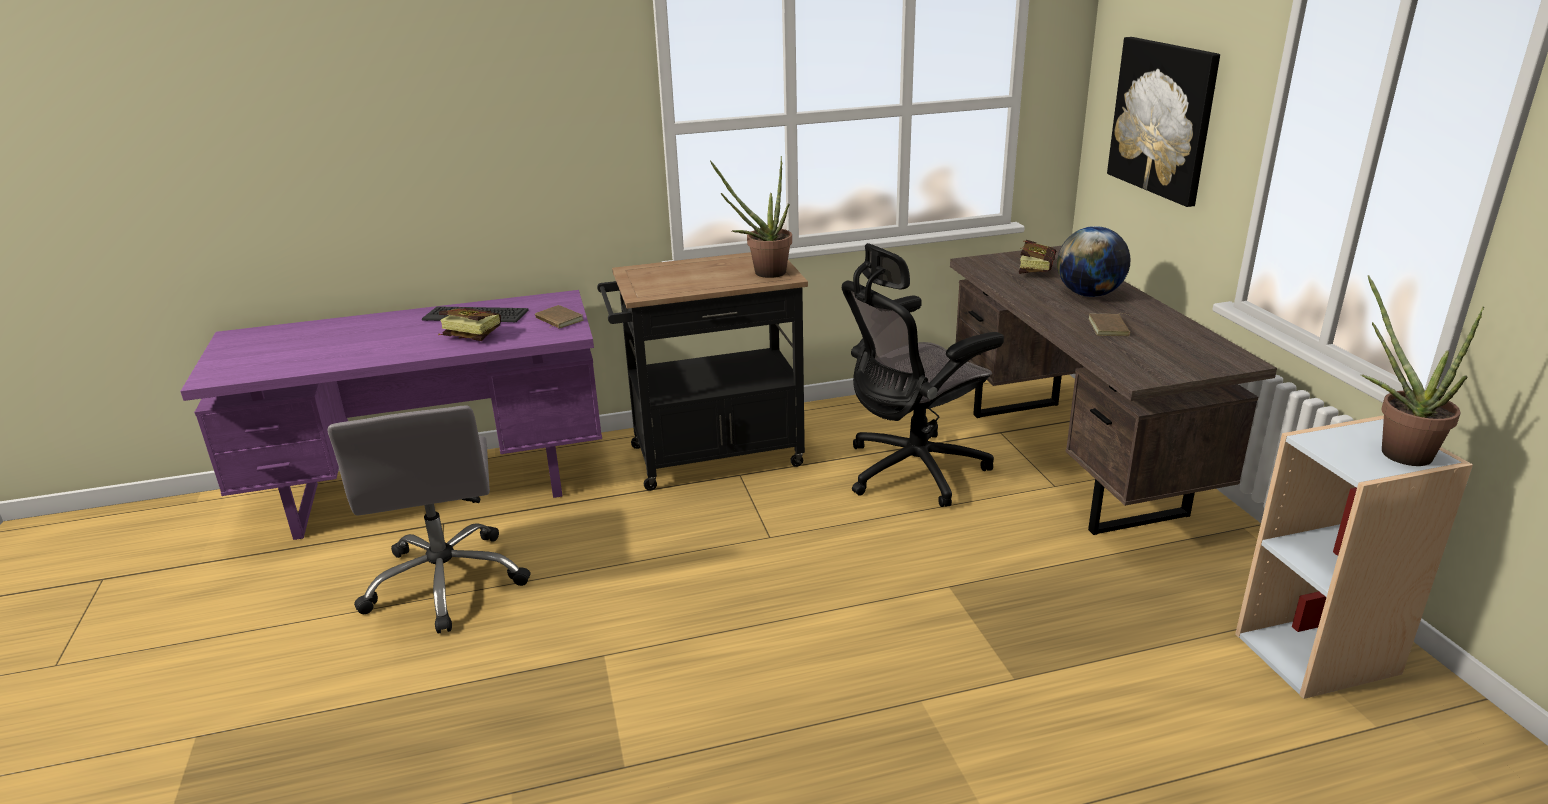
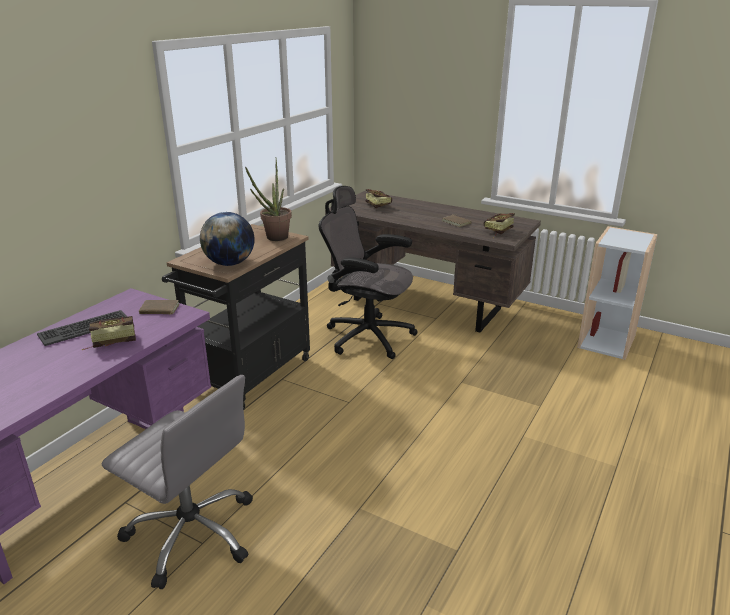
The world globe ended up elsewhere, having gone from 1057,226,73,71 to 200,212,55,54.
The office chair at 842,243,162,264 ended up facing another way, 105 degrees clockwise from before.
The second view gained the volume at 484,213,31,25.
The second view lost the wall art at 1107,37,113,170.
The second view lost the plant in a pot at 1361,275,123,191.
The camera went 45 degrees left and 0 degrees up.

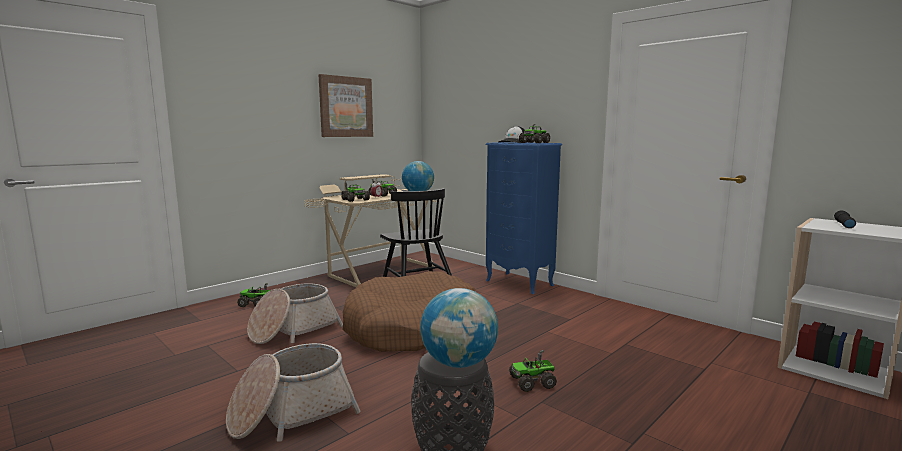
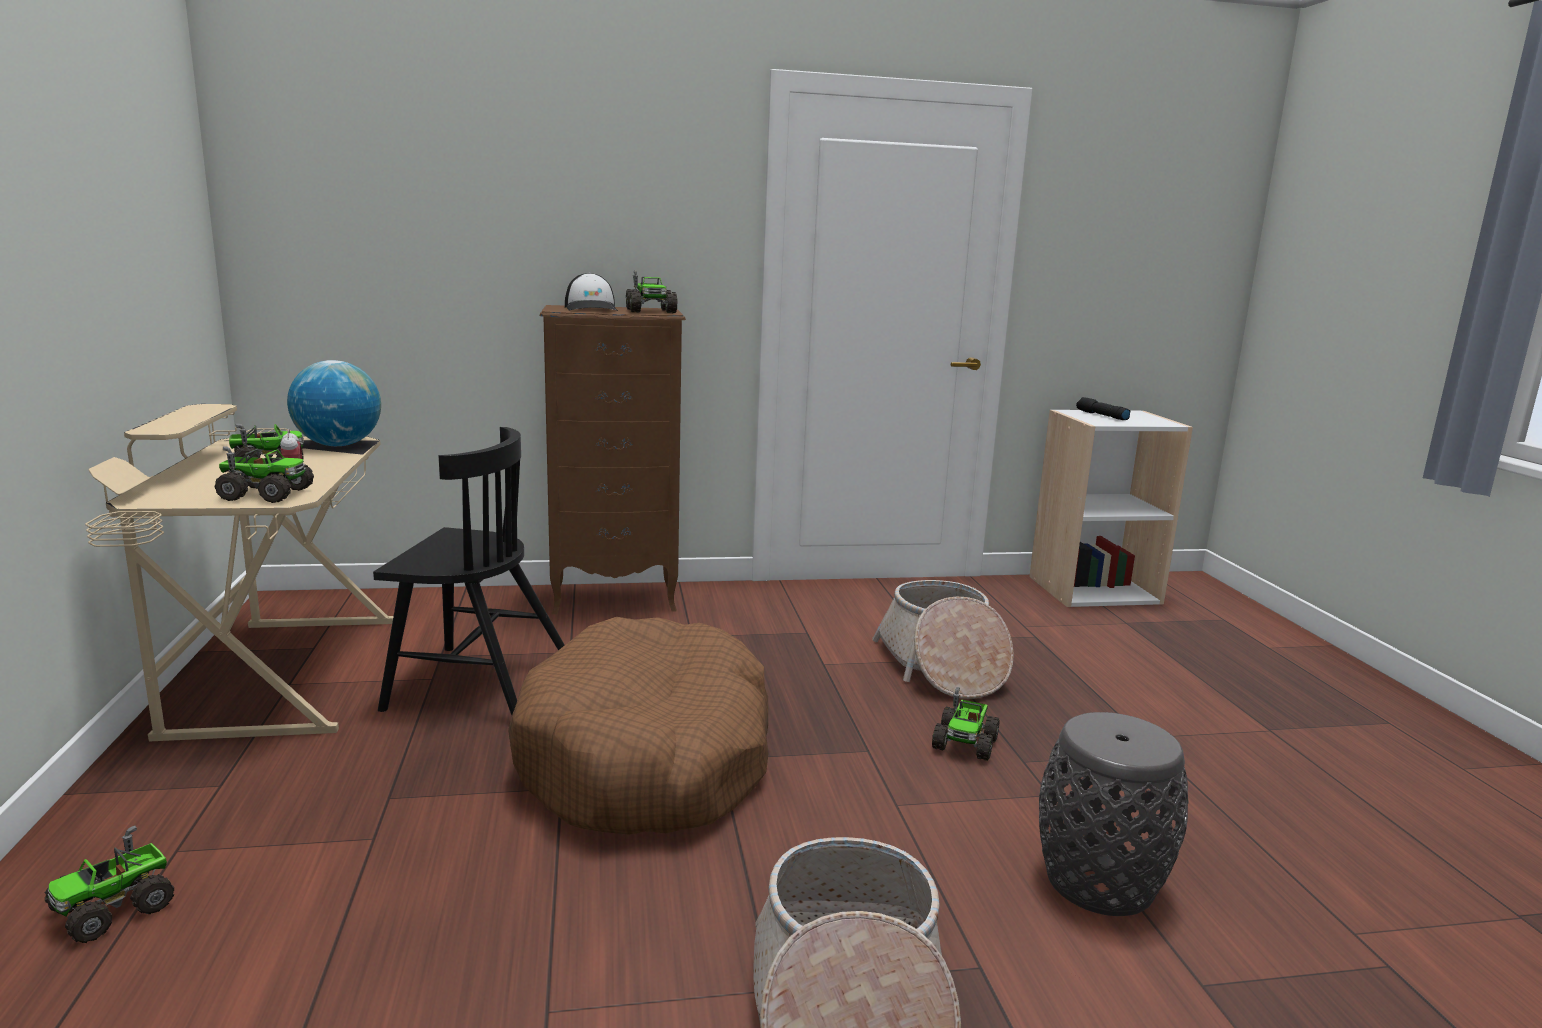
What was the bluish dresser at 486,142,76,152 turned into the brownish dresser at 540,305,146,310.
The basket ended up elsewhere, having gone from 247,283,96,61 to 872,580,142,119.
The second view lost the wall art at 319,74,54,63.
The second view lost the world globe at 420,288,78,80.
The camera went 55 degrees left and 5 degrees up.

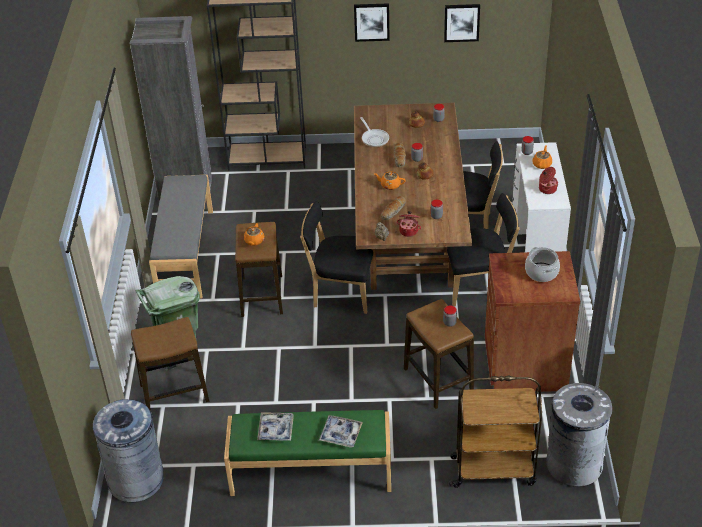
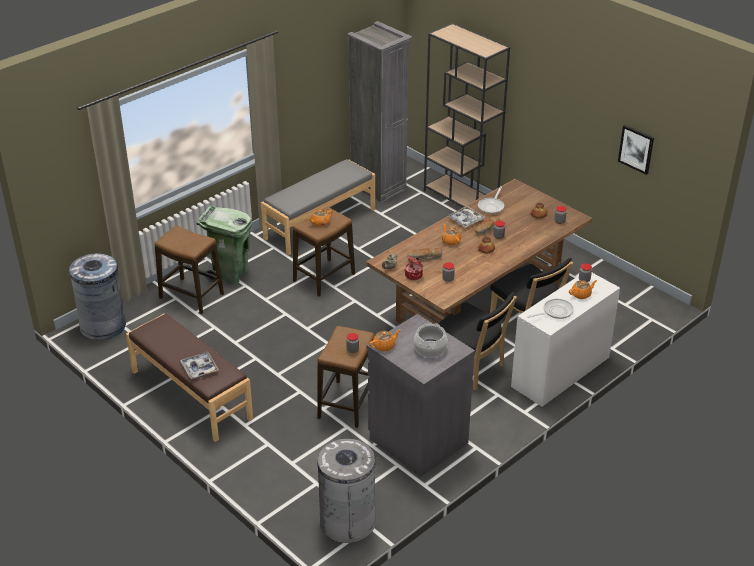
What was the green-coloured long seat at 224,410,167,86 turned into the brownish long seat at 126,313,127,129.
What was the brownish dresser at 485,251,95,141 turned into the greyish dresser at 366,314,109,163.
The second view gained the orange pot for tea at 369,329,31,22.
The tray ended up elsewhere, having gone from 257,412,37,29 to 448,206,37,22.
Where the stockpot stood at 539,167,19,27, the frying pan came to stand at 527,299,47,20.
The second view lost the black upright chair at 300,201,73,113.
The second view lost the wall art at 354,3,36,39.
The second view lost the brownish wheeled cart at 449,376,93,112.
The camera went 45 degrees right and 5 degrees down.

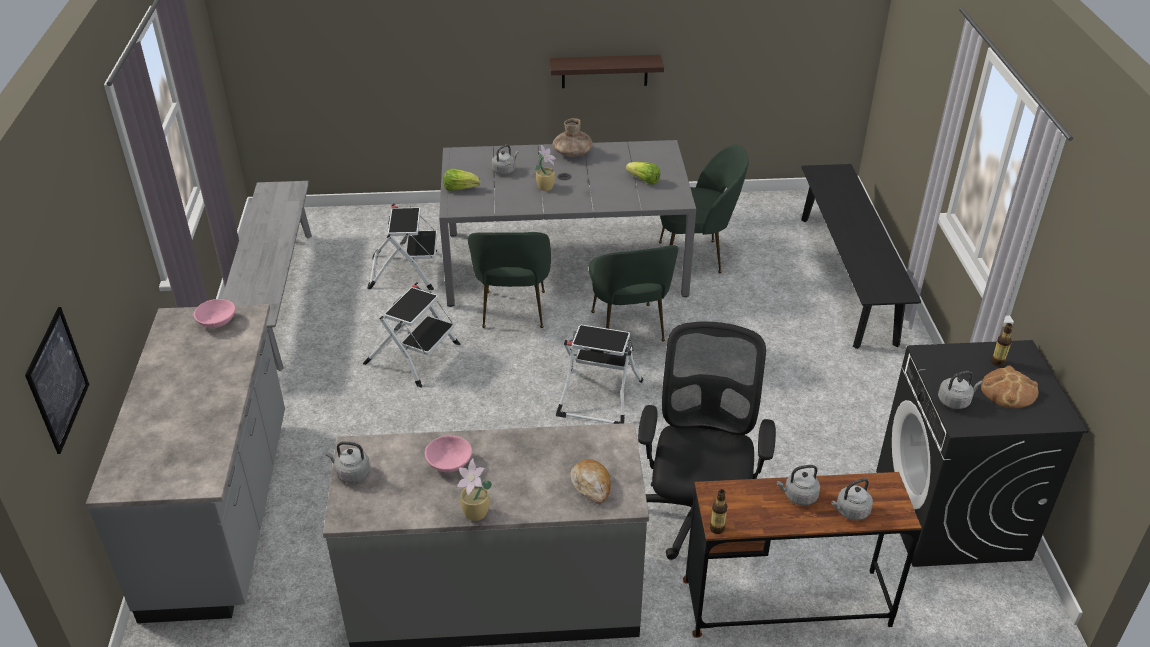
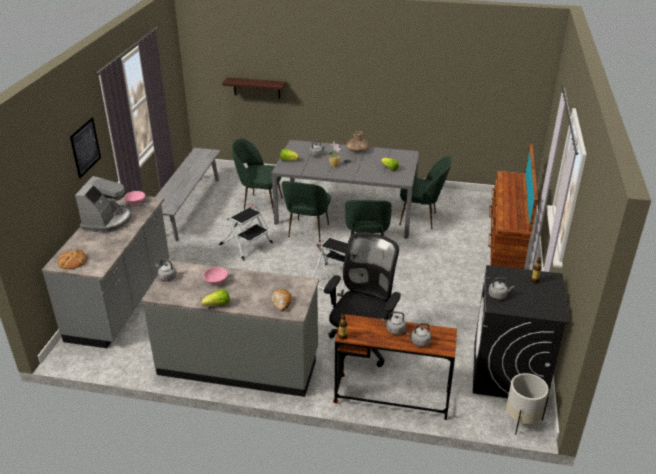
The baked bread ended up elsewhere, having gone from 981,366,58,42 to 58,249,29,20.
The wall art ended up elsewhere, having gone from 25,307,64,147 to 70,117,31,61.
The second view gained the coffee machine at 75,176,57,57.
Where the plant in a pot stood at 457,458,35,63, the lettuce head came to stand at 201,289,29,17.
The bracket shelf ended up elsewhere, having gone from 549,55,115,33 to 222,77,64,22.
Where the step stool stood at 368,203,69,87, the green-coloured upright chair came to stand at 232,139,51,75.
Where the black long seat stood at 801,164,120,185, the brownish dresser came to stand at 489,144,49,125.
The second view gained the white-coloured plant pot at 506,373,43,61.
The camera went 15 degrees right and 5 degrees down.

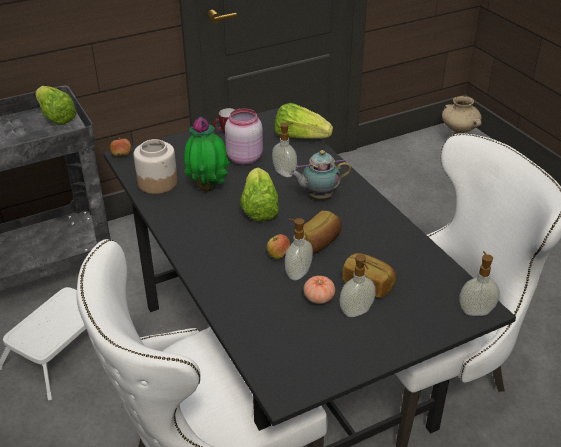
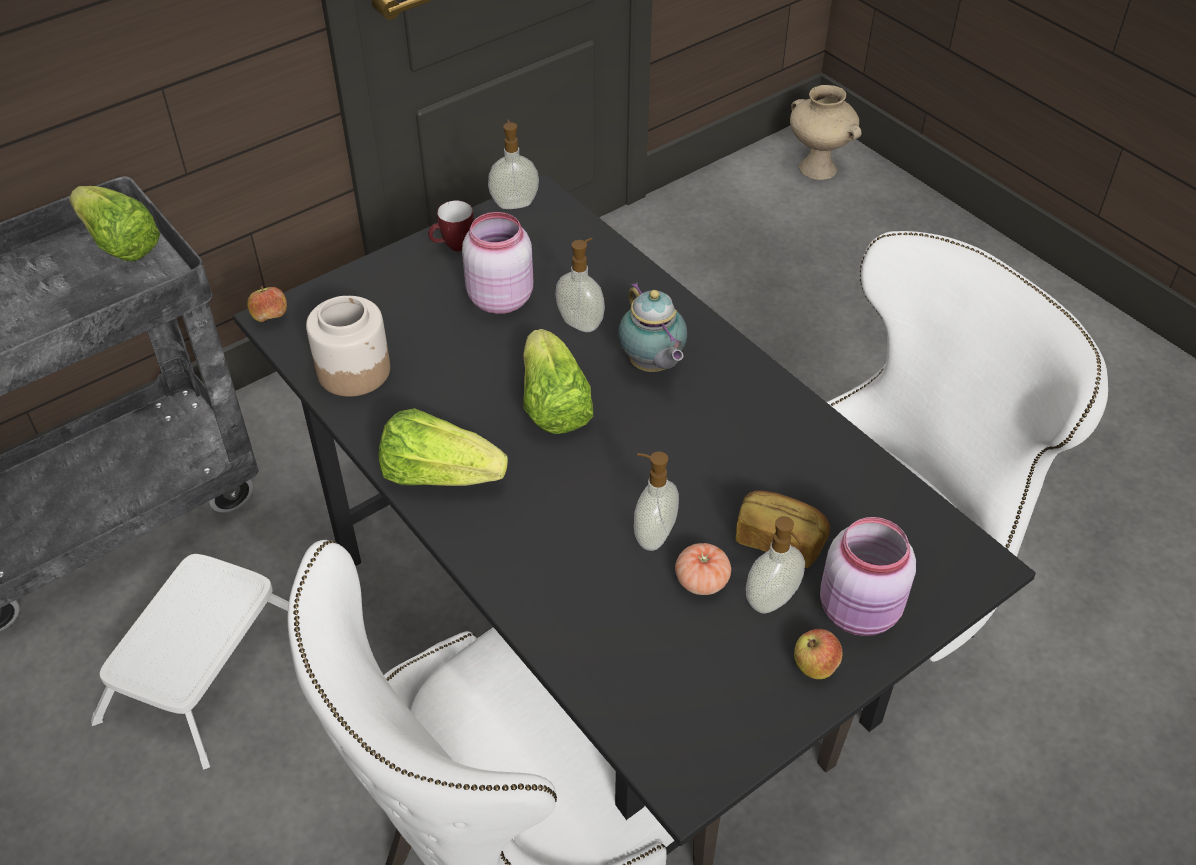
The lettuce head ended up elsewhere, having gone from 274,103,59,36 to 379,408,129,78.
The soap bottle ended up elsewhere, having gone from 460,251,40,65 to 488,120,51,89.
The pot for tea at 289,150,62,49 ended up facing another way, 90 degrees counterclockwise from before.
The apple ended up elsewhere, having gone from 267,234,24,25 to 794,629,48,50.
The second view gained the pink-coloured storage jar at 820,517,96,119.
The second view lost the plant in a pot at 184,117,46,75.
The second view lost the baked bread at 303,211,39,43.
The camera went 10 degrees left and 10 degrees up.

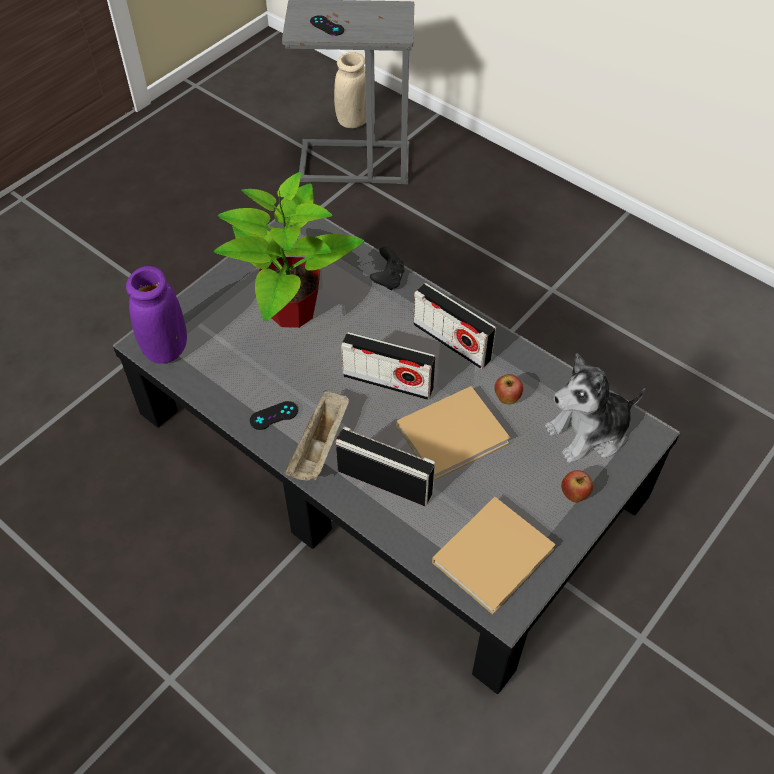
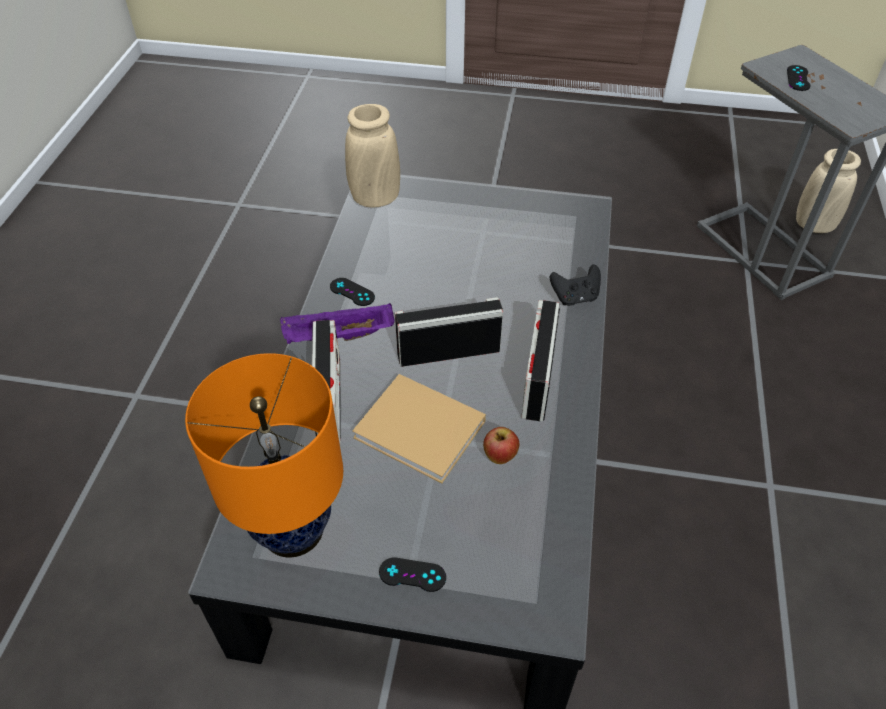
Where the sand-coloured volume stood at 432,497,124,118, the orange tabletop lamp came to stand at 185,353,158,204.
What was the sand-coloured tray at 285,390,64,91 turned into the purple-coloured tray at 280,303,114,41.
What was the purple-coloured decorative vase at 126,266,61,98 turned into the sand-coloured decorative vase at 345,104,55,104.
Where the apple stood at 561,470,32,33, the black game controller came to stand at 379,557,67,35.
The radio set at 341,332,95,68 ended up facing another way, 90 degrees clockwise from before.
The second view lost the plant in a pot at 214,172,150,156.
The second view lost the soft toy at 545,353,100,110.
The camera went 60 degrees right and 5 degrees down.

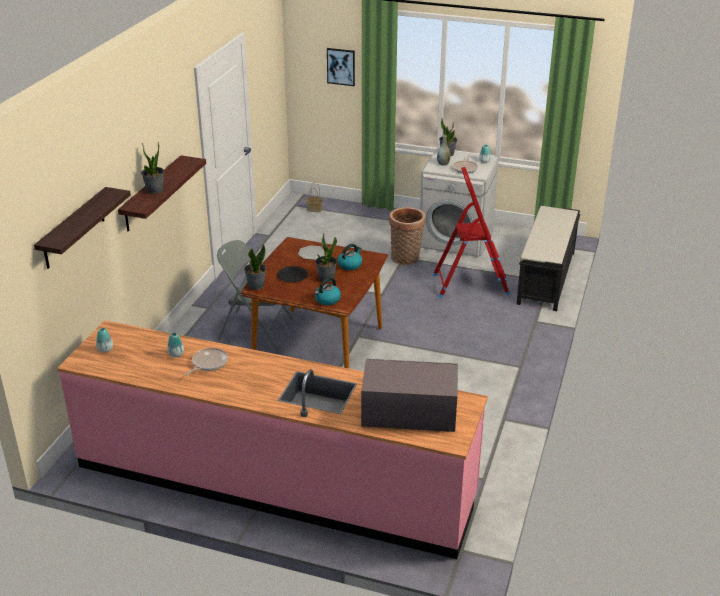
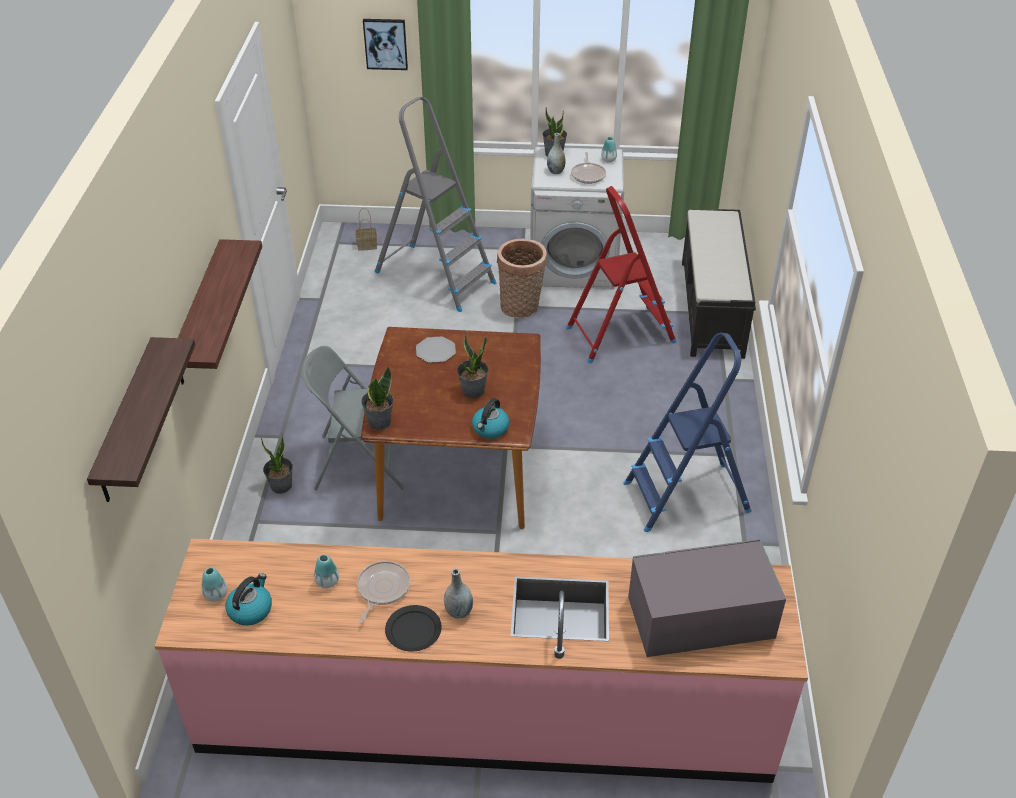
The kettle ended up elsewhere, having gone from 337,244,25,26 to 225,573,47,53.
The plant in a pot ended up elsewhere, having gone from 141,142,23,52 to 261,434,32,60.
The second view gained the greyish step stool at 375,97,121,215.
The black flat dish ended up elsewhere, having gone from 277,266,31,16 to 385,605,57,47.
The second view gained the greyish decorative vase at 444,568,29,50.
The second view gained the bluish step stool at 623,333,129,199.
The camera went 15 degrees left and 10 degrees up.

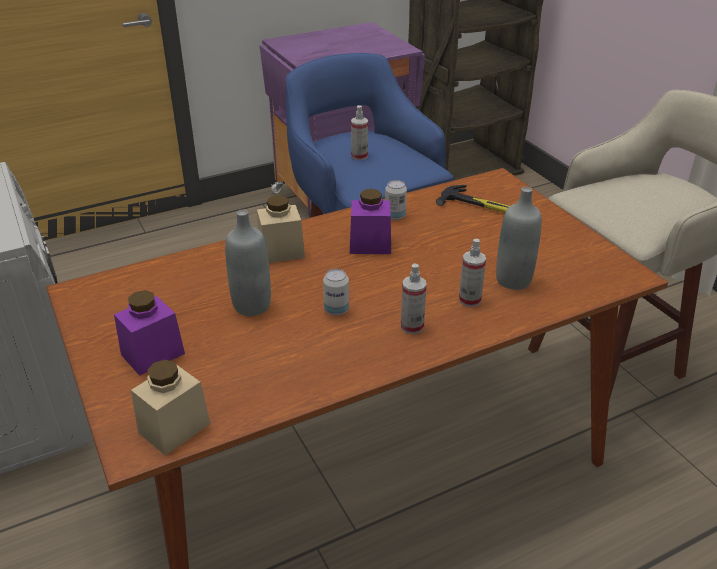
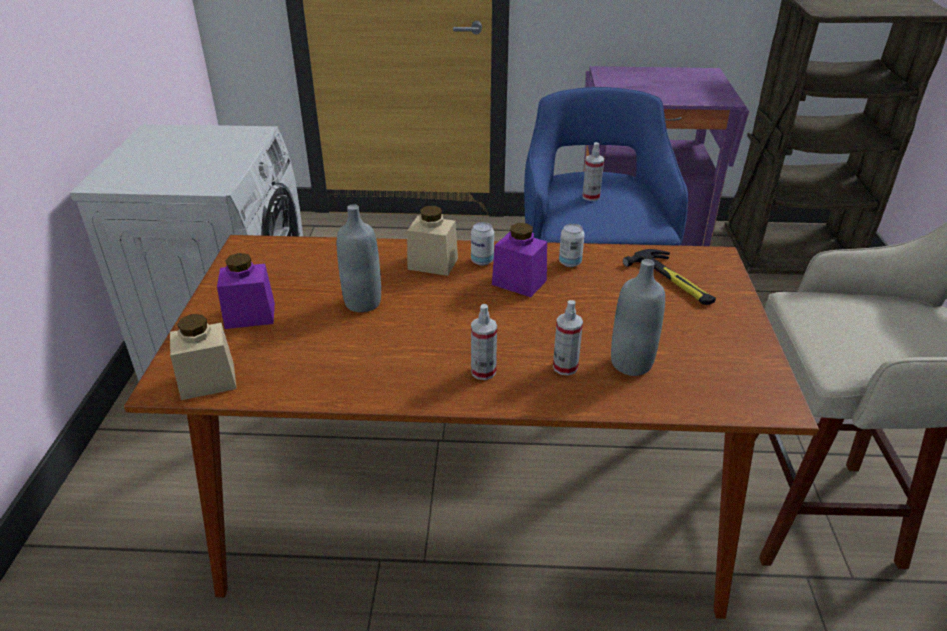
The metal can ended up elsewhere, having gone from 323,269,26,47 to 471,222,23,44.
The camera went 30 degrees right and 0 degrees up.

